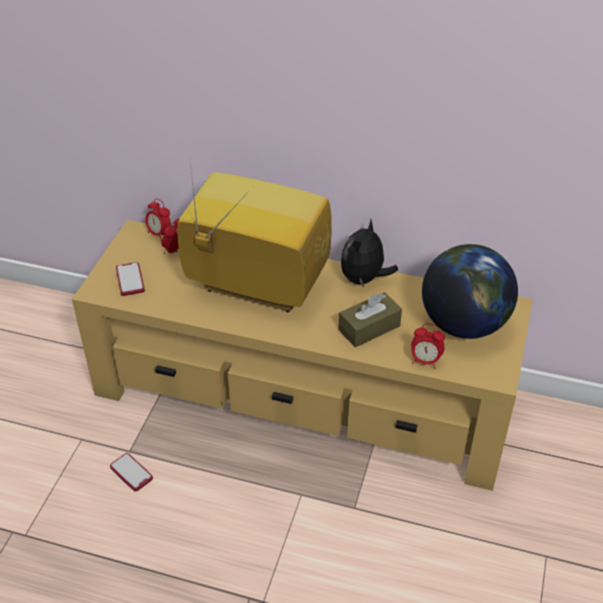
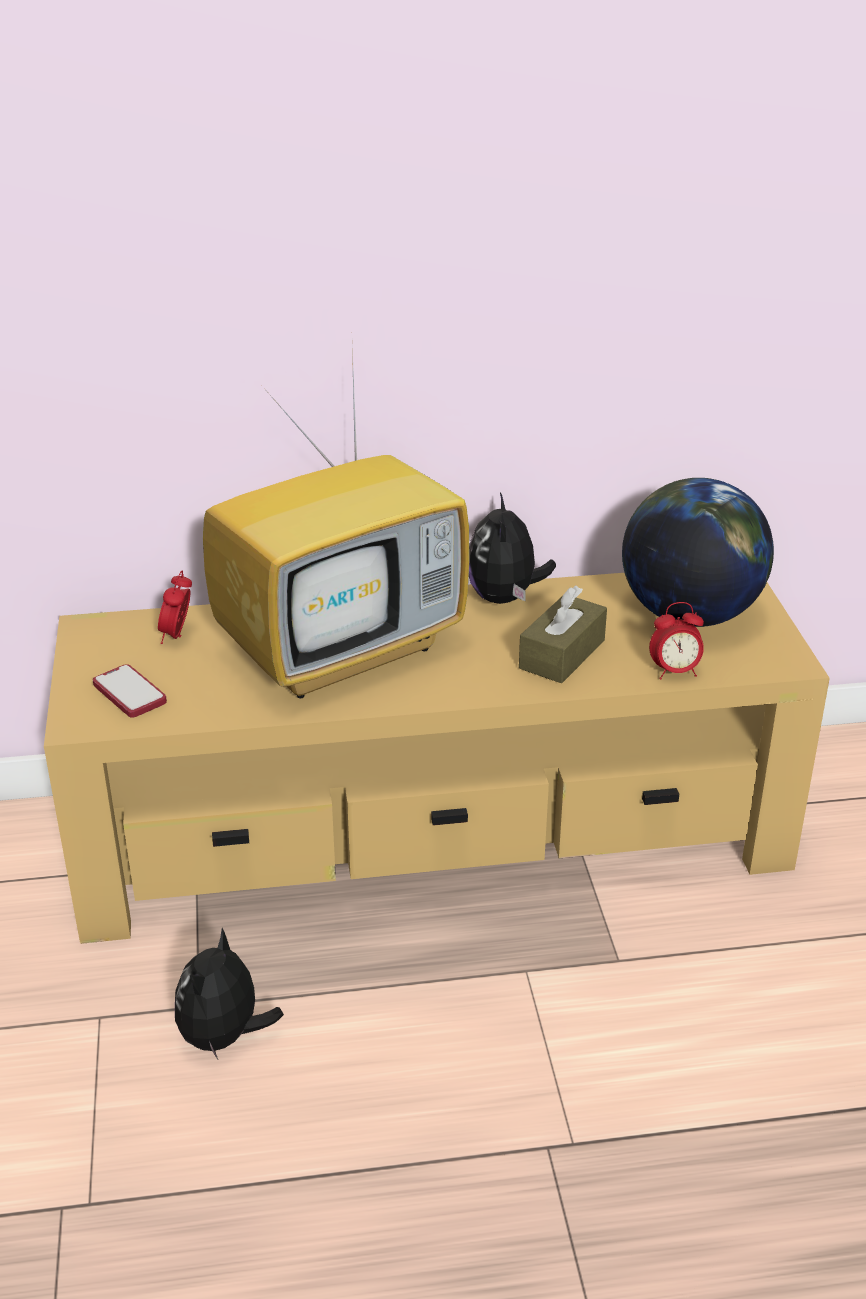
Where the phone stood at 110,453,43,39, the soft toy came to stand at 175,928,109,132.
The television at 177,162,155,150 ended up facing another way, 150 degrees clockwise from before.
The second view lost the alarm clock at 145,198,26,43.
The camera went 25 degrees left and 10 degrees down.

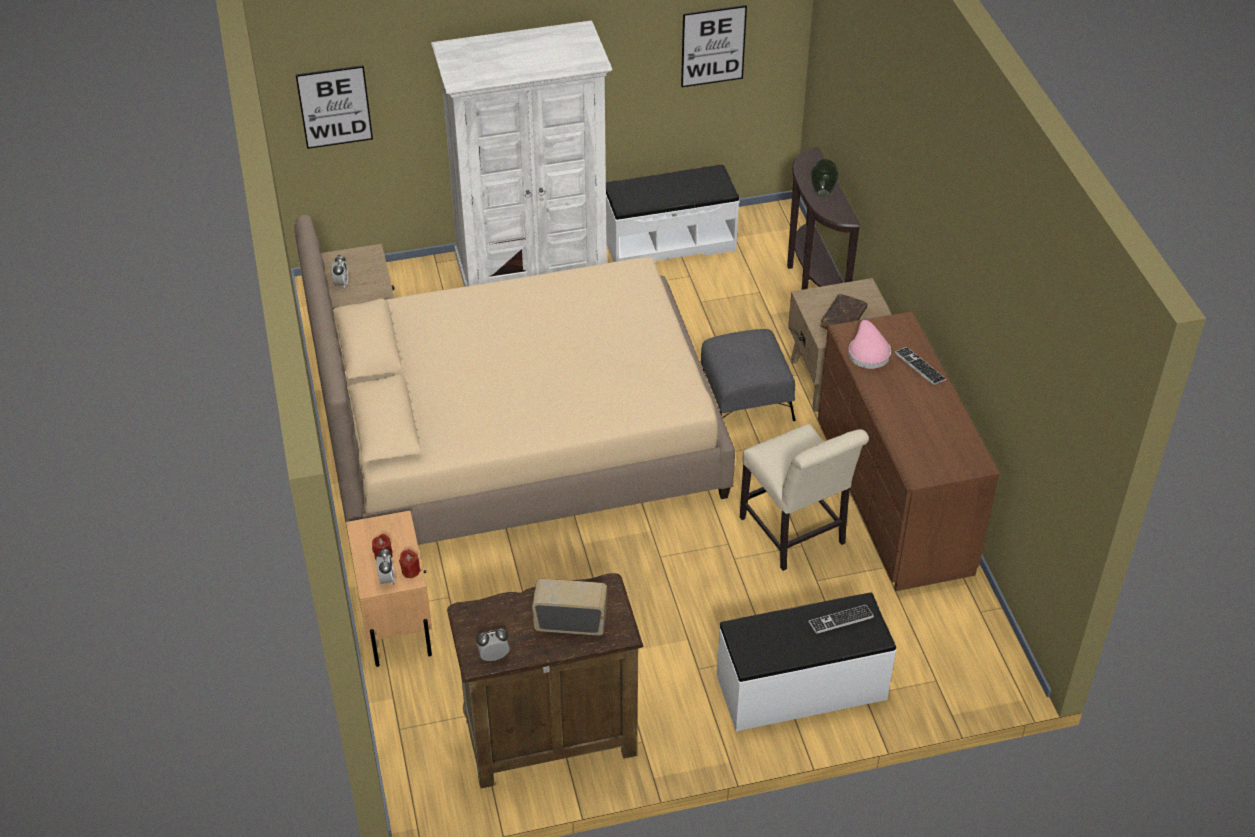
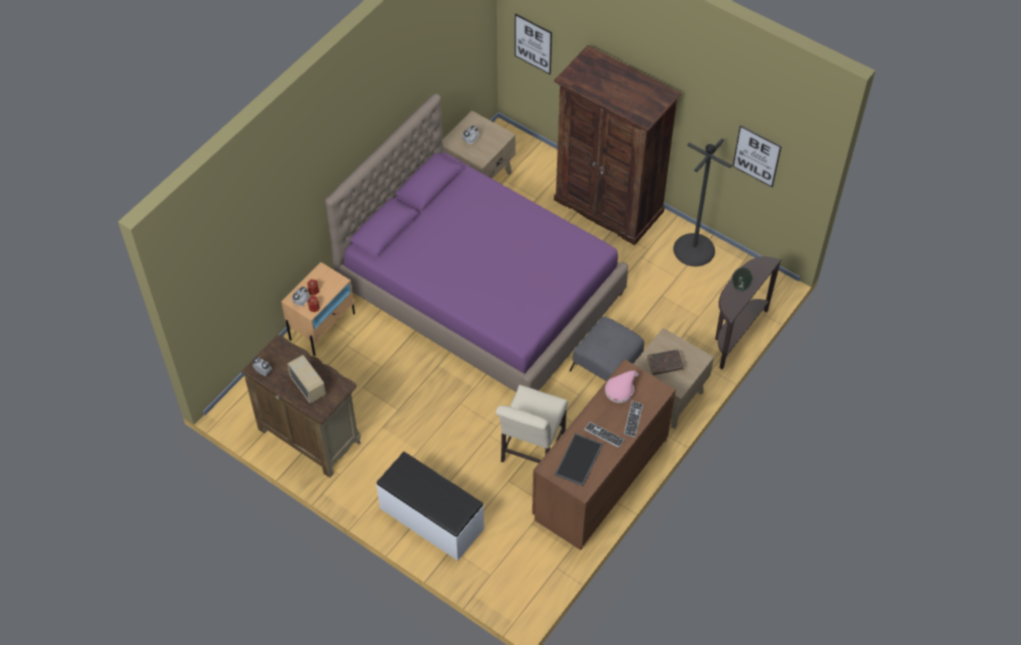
What was the sand-coloured sleeping bed at 294,215,441,335 turned into the purple-coloured sleeping bed at 325,94,303,298.
What was the white-coloured wardrobe at 431,21,181,266 turned into the brownish wardrobe at 554,45,128,200.
The second view gained the tray at 555,433,48,53.
The PC keyboard ended up elsewhere, having gone from 808,605,66,29 to 584,422,41,25.
Where the white-coloured long seat stood at 606,164,133,98, the black garment rack came to stand at 673,139,59,128.
The camera went 50 degrees right and 10 degrees up.

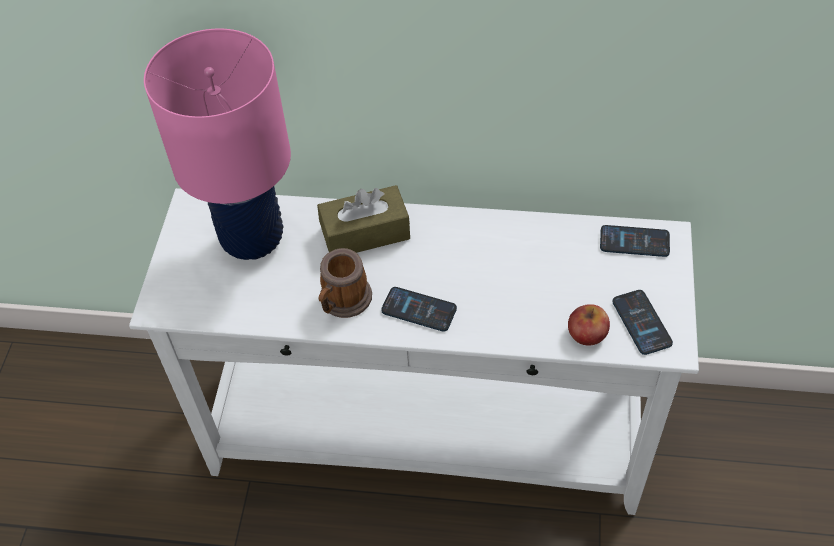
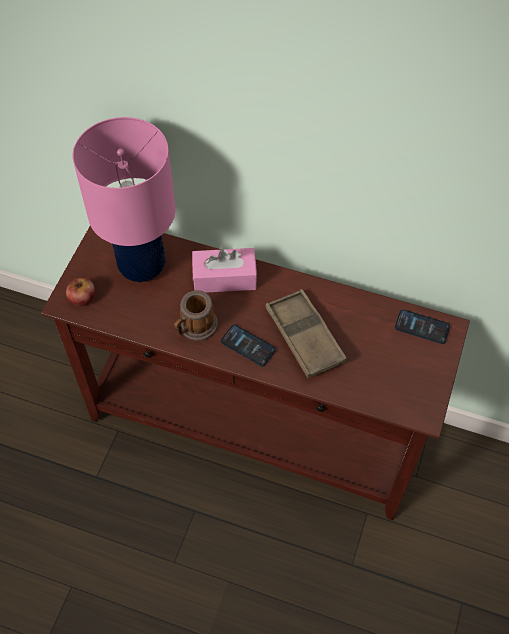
What was the white-coloured narrow table at 129,188,570,327 turned into the brownish narrow table at 41,226,429,294.
The apple ended up elsewhere, having gone from 568,304,42,42 to 66,278,29,28.
What was the brownish box of tissues at 317,185,93,68 turned into the pink-coloured box of tissues at 192,248,65,45.
The second view gained the brownish tray at 265,289,82,89.
The second view lost the phone at 612,290,61,65.
The camera went 10 degrees right and 5 degrees up.

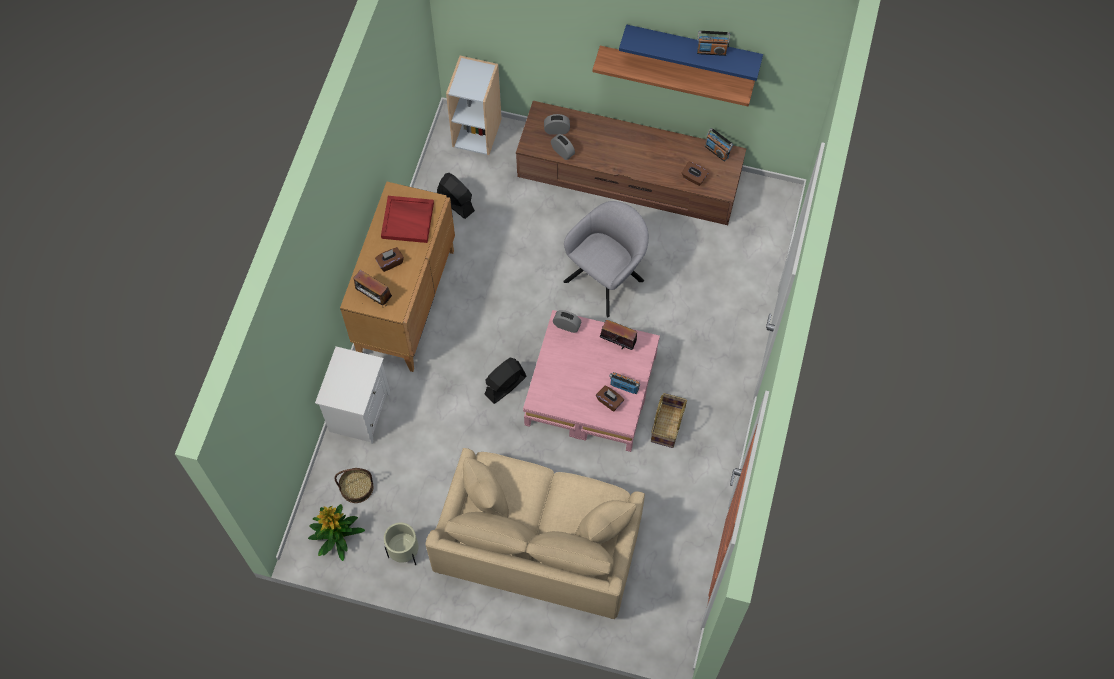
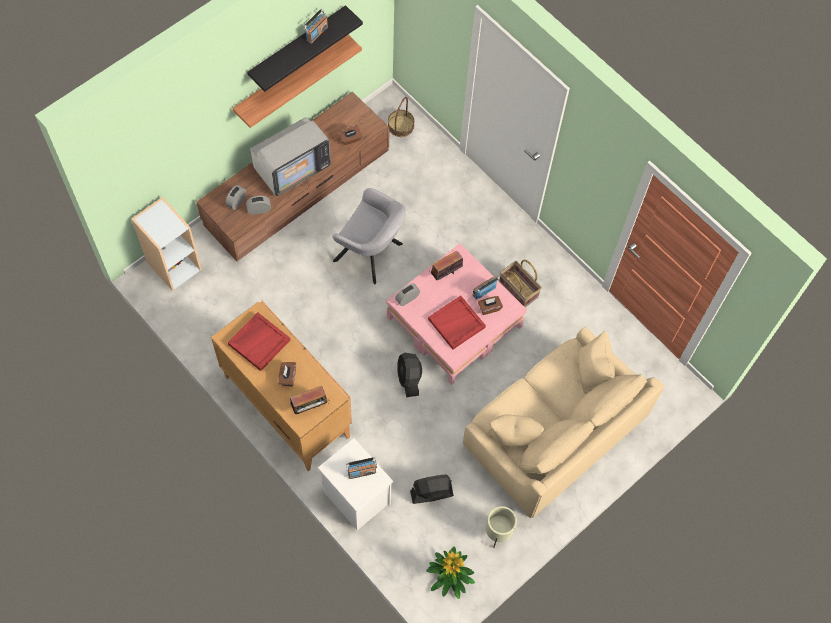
What was the bluish bracket shelf at 619,24,144,57 turned into the black bracket shelf at 247,5,116,87.
The second view gained the television at 250,117,81,79.
The greyish armchair at 563,201,86,116 ended up facing another way, 135 degrees clockwise from before.
The radio set ended up elsewhere, having gone from 705,128,28,34 to 346,457,31,22.
The basket ended up elsewhere, having gone from 334,468,39,35 to 388,97,27,40.
The black fan ended up elsewhere, having gone from 437,173,38,46 to 410,475,44,29.
The second view gained the red tray at 428,296,58,53.
The camera went 60 degrees left and 0 degrees up.

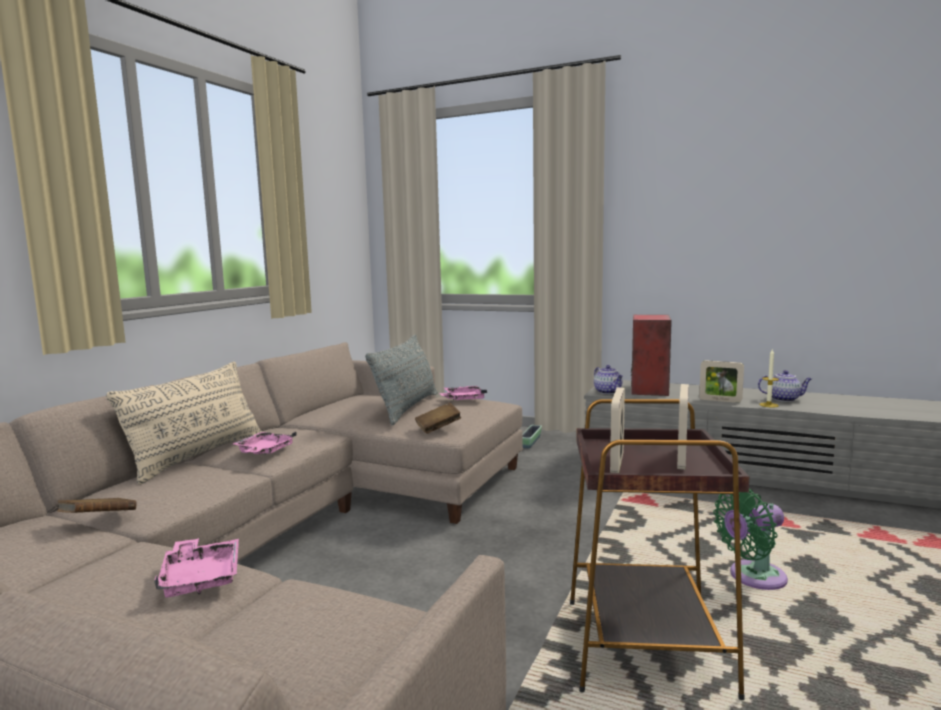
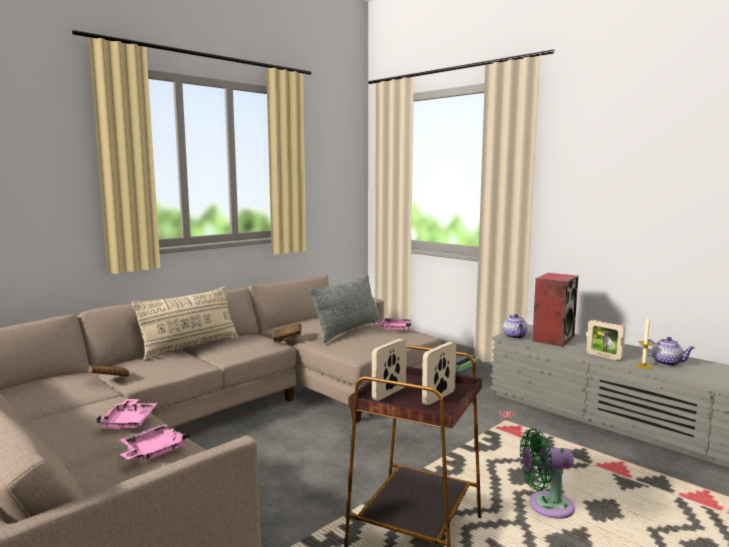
The pink-coloured tray ended up elsewhere, having gone from 233,432,64,23 to 120,424,70,36.
The brownish volume ended up elsewhere, having gone from 415,402,47,32 to 273,323,29,20.
The camera went 20 degrees right and 0 degrees up.

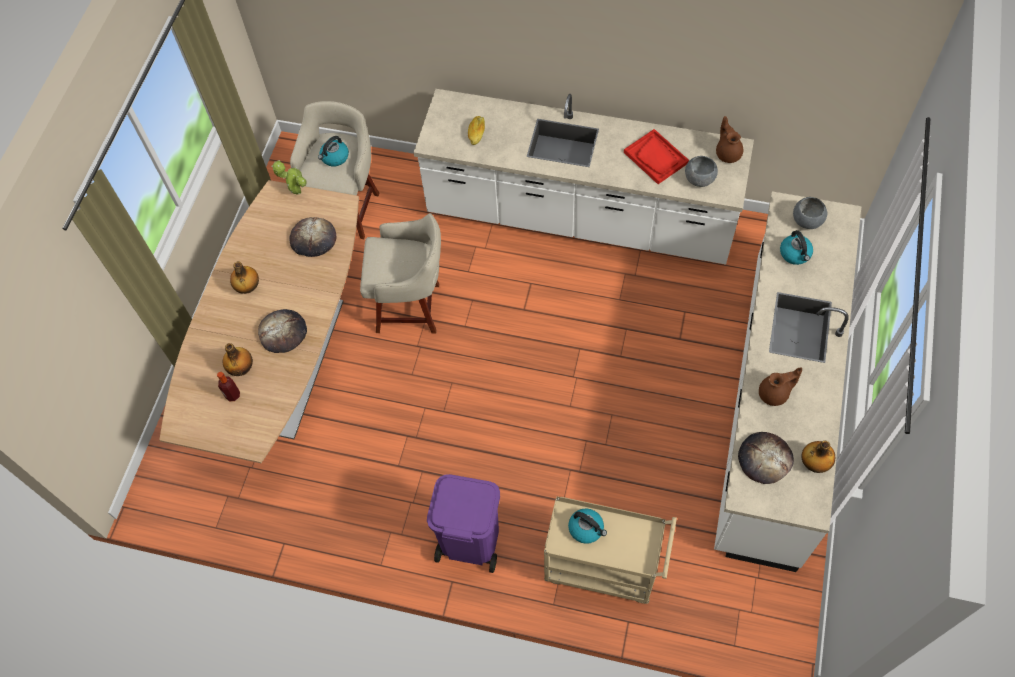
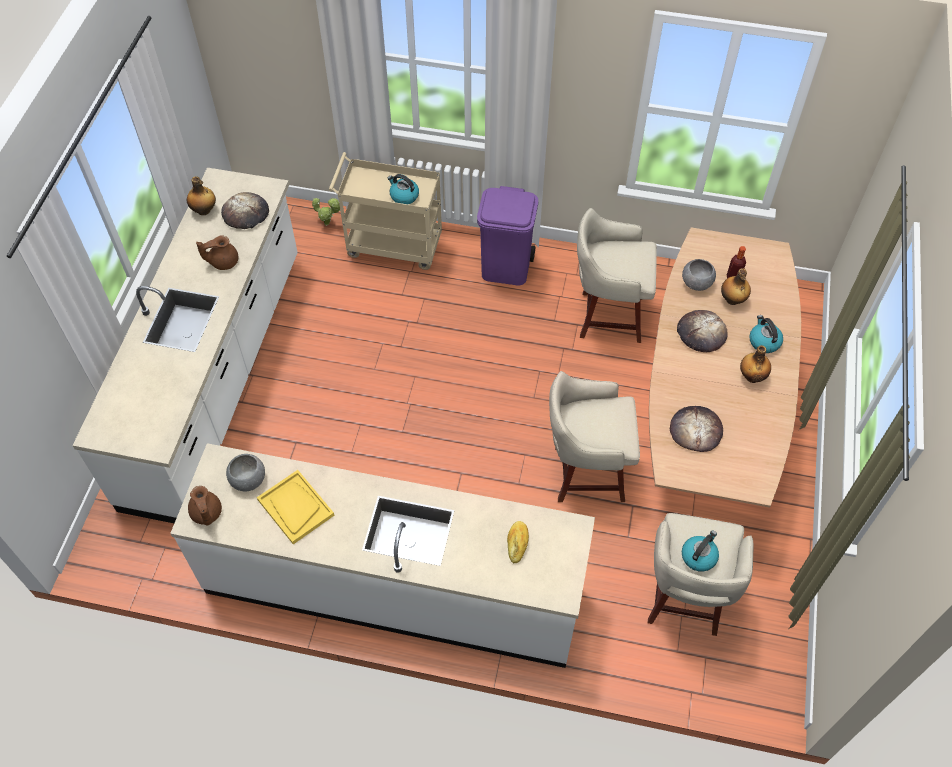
What was the red tray at 624,129,65,55 turned into the yellow-coloured tray at 257,470,77,74.
The plant in a pot ended up elsewhere, having gone from 272,160,35,34 to 312,198,28,28.
The second view gained the sand-coloured sitting stool at 577,208,80,135.
The greyish deep dish ended up elsewhere, having gone from 793,197,34,32 to 682,259,34,32.
The kettle ended up elsewhere, having gone from 780,230,33,35 to 749,315,34,38.
The camera went 175 degrees right and 5 degrees down.

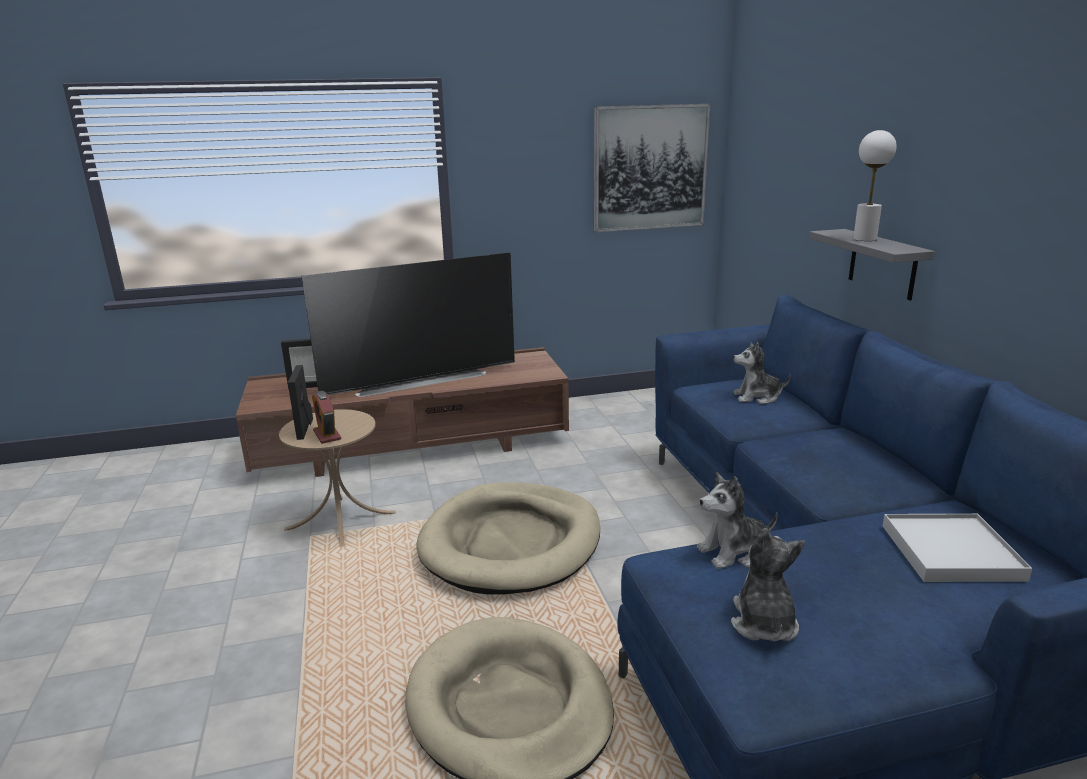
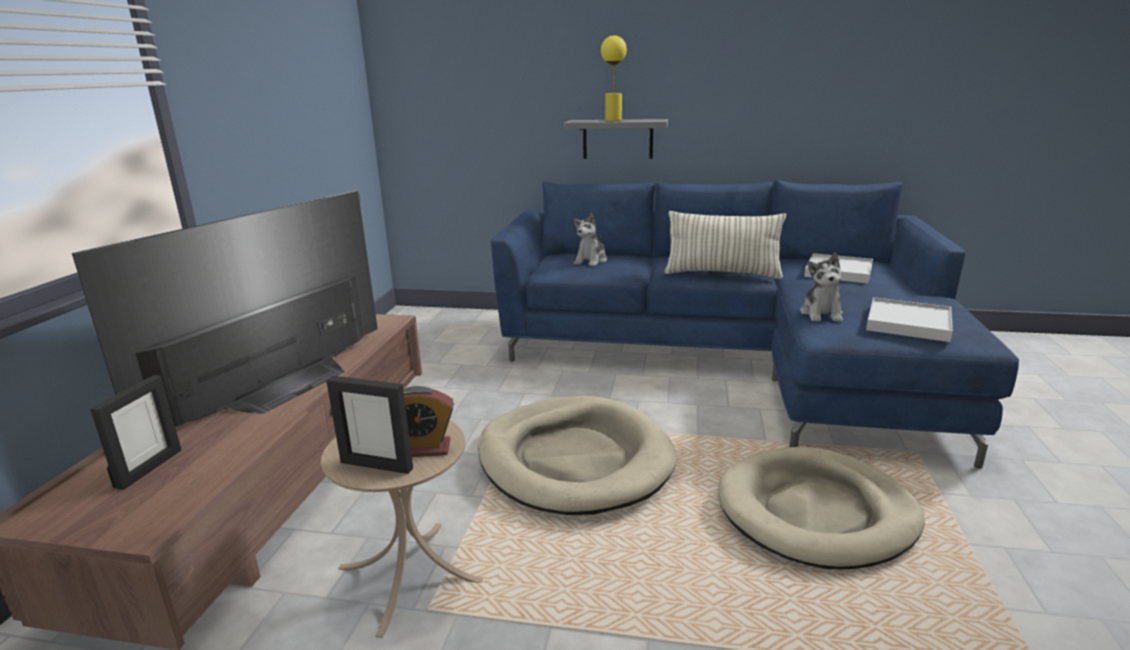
The television at 302,253,213,144 ended up facing another way, 150 degrees counterclockwise from before.
What was the white-coloured tabletop lamp at 853,130,44,111 turned into the yellow-coloured tabletop lamp at 601,35,26,86.
The second view gained the throw pillow at 664,211,122,68.
Where the soft toy stood at 731,528,74,114, the white-coloured tray came to stand at 866,297,87,45.
The second view lost the wall art at 594,104,116,128.
The camera went 65 degrees left and 0 degrees up.

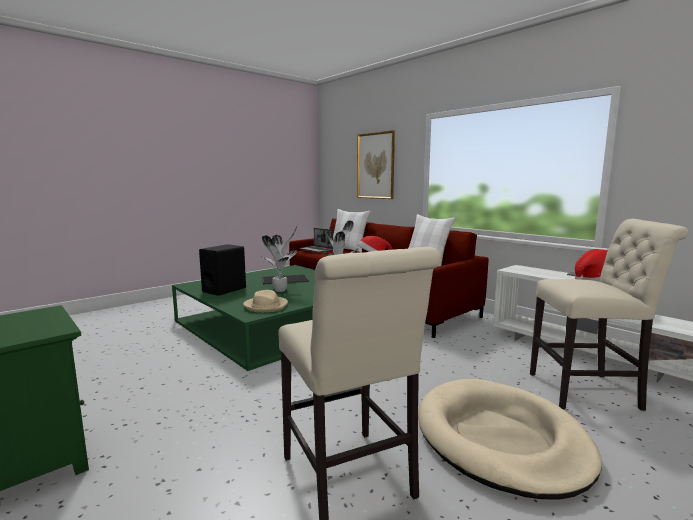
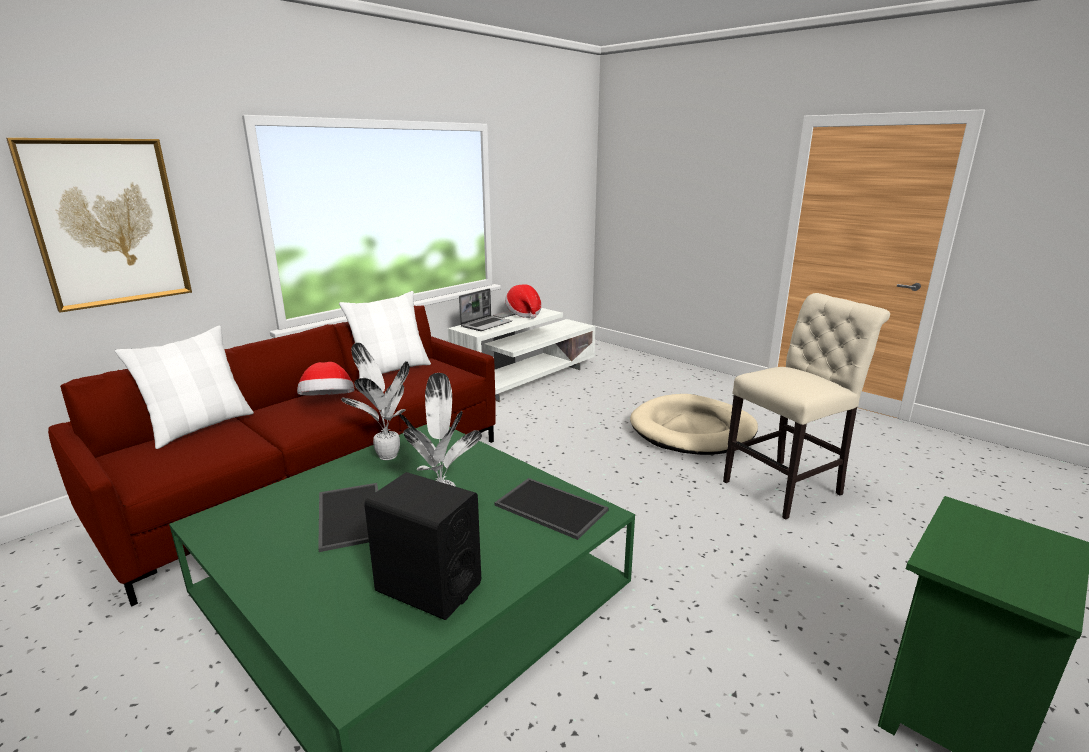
The portable computer ended up elsewhere, having gone from 300,228,33,25 to 459,288,53,43.
Where the sand-coloured clothing hat stood at 243,290,45,22, the tray came to stand at 494,478,115,62.
The second view lost the sand-coloured sitting stool at 530,219,159,192.
The camera went 95 degrees left and 10 degrees up.

